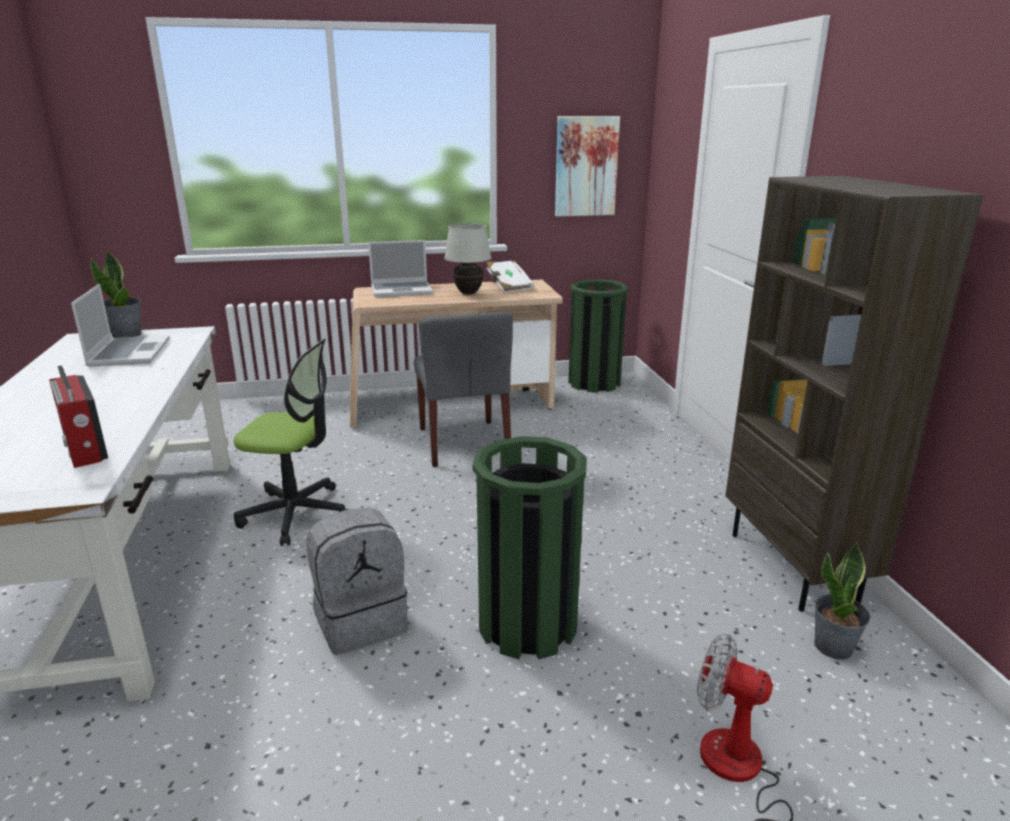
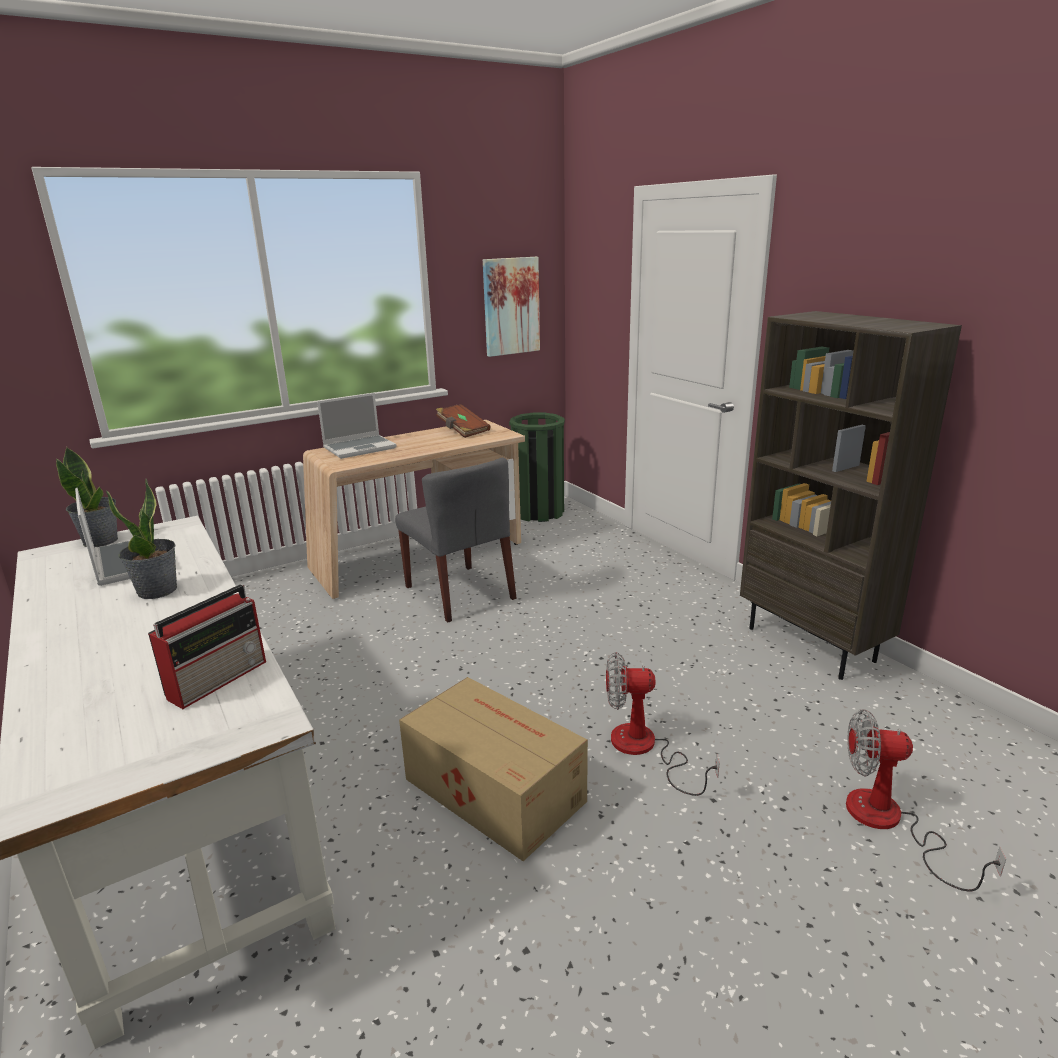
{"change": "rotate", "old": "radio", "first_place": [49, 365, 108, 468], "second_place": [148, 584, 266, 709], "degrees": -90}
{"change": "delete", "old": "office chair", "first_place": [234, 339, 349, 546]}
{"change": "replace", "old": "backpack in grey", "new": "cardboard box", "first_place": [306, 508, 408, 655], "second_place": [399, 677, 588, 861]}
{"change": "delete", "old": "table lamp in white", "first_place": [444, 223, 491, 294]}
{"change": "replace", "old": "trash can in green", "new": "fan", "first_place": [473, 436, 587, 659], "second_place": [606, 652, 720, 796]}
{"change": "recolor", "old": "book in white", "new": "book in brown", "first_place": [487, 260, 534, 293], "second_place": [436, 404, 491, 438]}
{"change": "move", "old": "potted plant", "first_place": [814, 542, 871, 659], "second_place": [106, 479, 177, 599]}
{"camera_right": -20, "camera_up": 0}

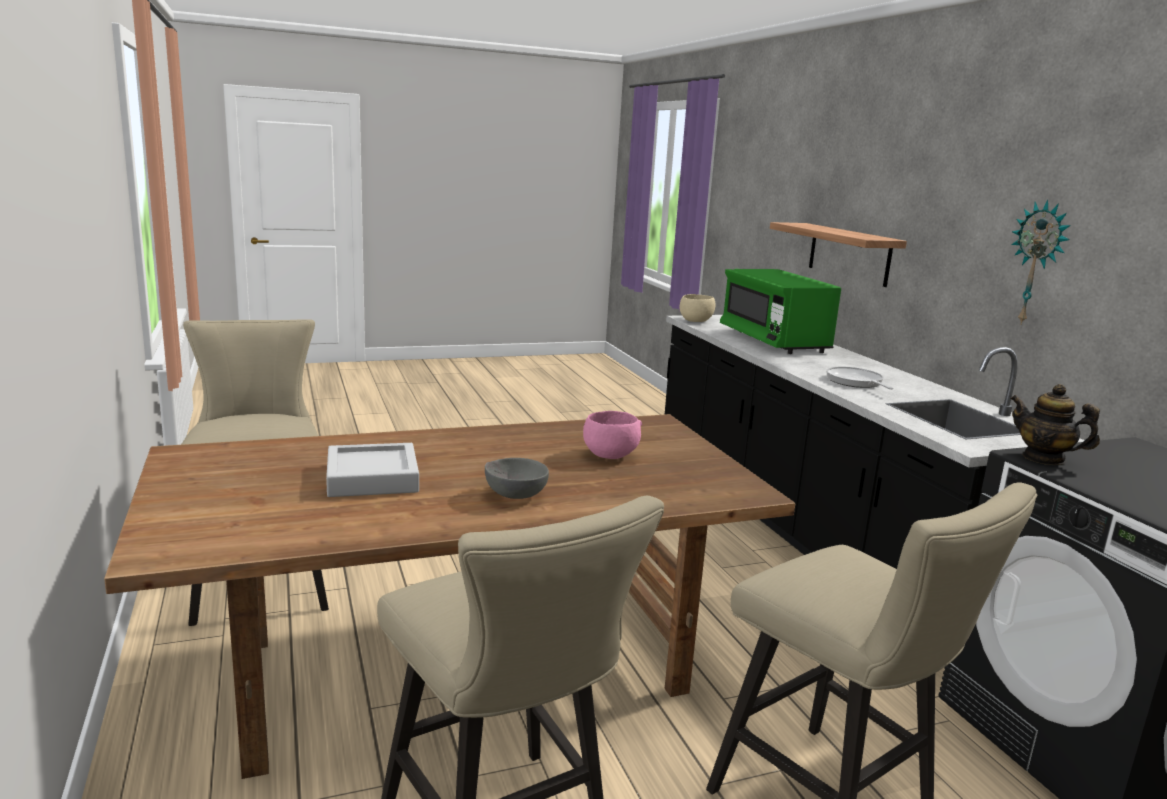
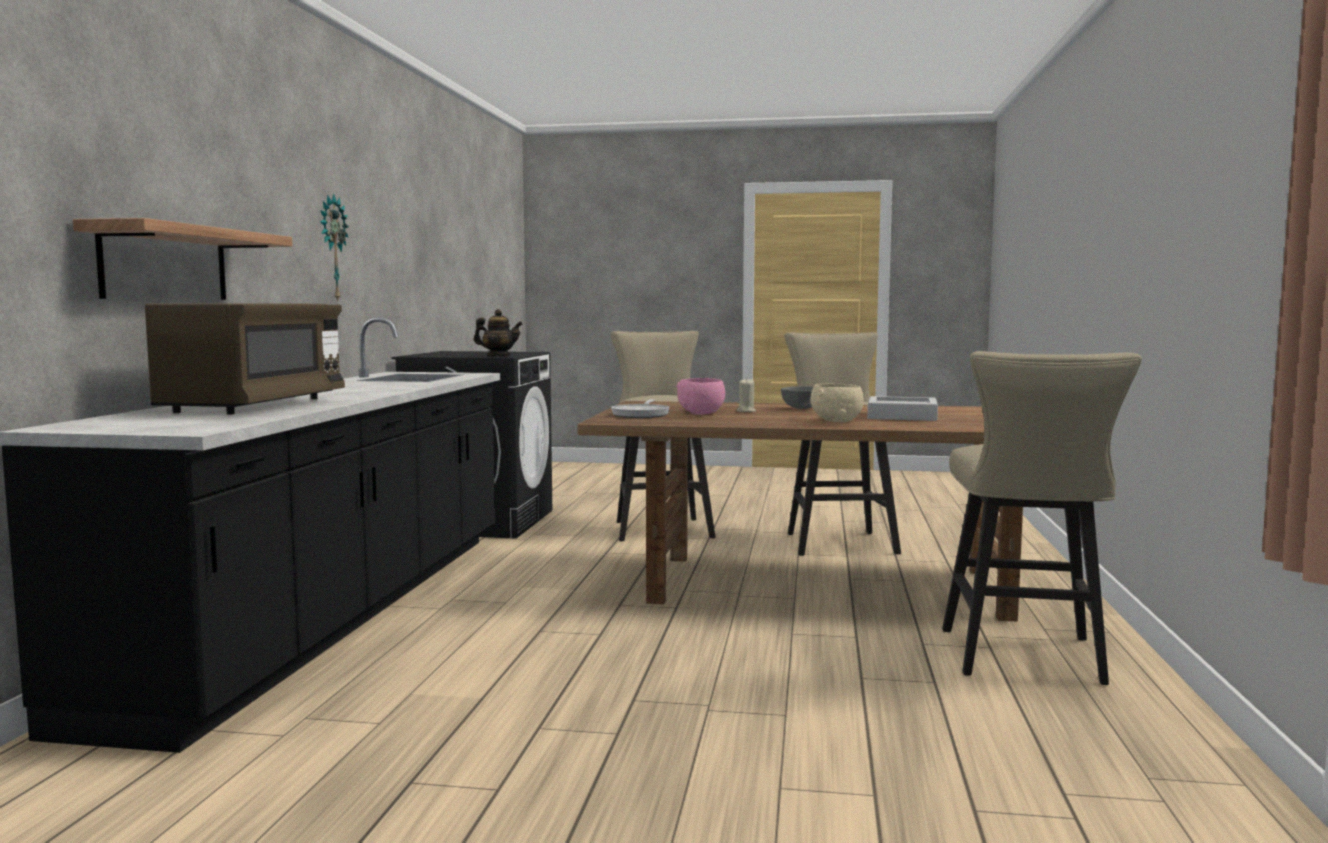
{"change": "move", "old": "bowl in beige", "first_place": [680, 294, 715, 322], "second_place": [811, 383, 864, 423]}
{"change": "recolor", "old": "microwave in green", "new": "microwave in brown", "first_place": [720, 269, 841, 354], "second_place": [145, 303, 345, 415]}
{"change": "move", "old": "frying pan", "first_place": [826, 367, 894, 389], "second_place": [611, 399, 670, 418]}
{"change": "rotate", "old": "teapot", "first_place": [1010, 384, 1100, 465], "second_place": [474, 309, 523, 356], "degrees": -60}
{"change": "insert", "new": "candle in beige", "second_place": [736, 378, 756, 412]}
{"camera_right": -150, "camera_up": -10}

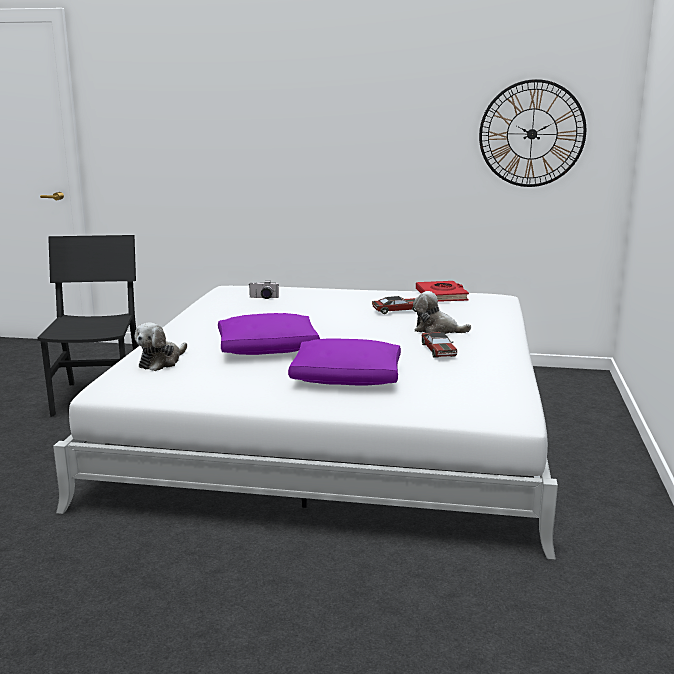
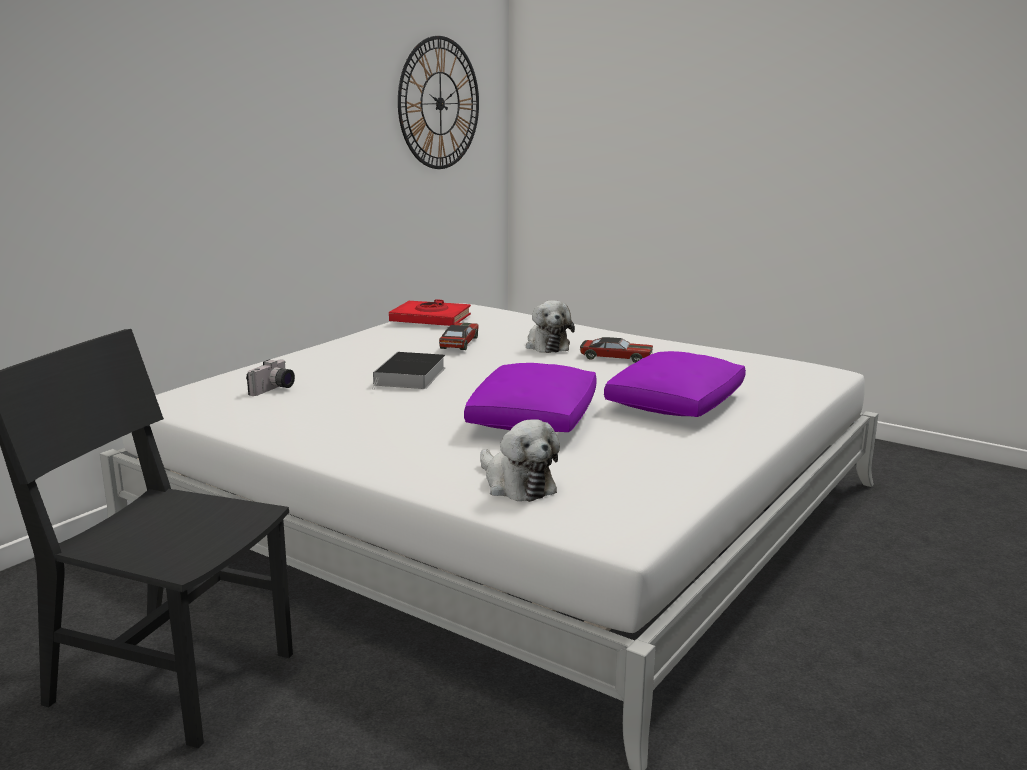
{"change": "rotate", "old": "plush toy", "first_place": [413, 291, 471, 334], "second_place": [526, 300, 575, 353], "degrees": -60}
{"change": "insert", "new": "book", "second_place": [372, 352, 445, 390]}
{"camera_right": -65, "camera_up": 0}

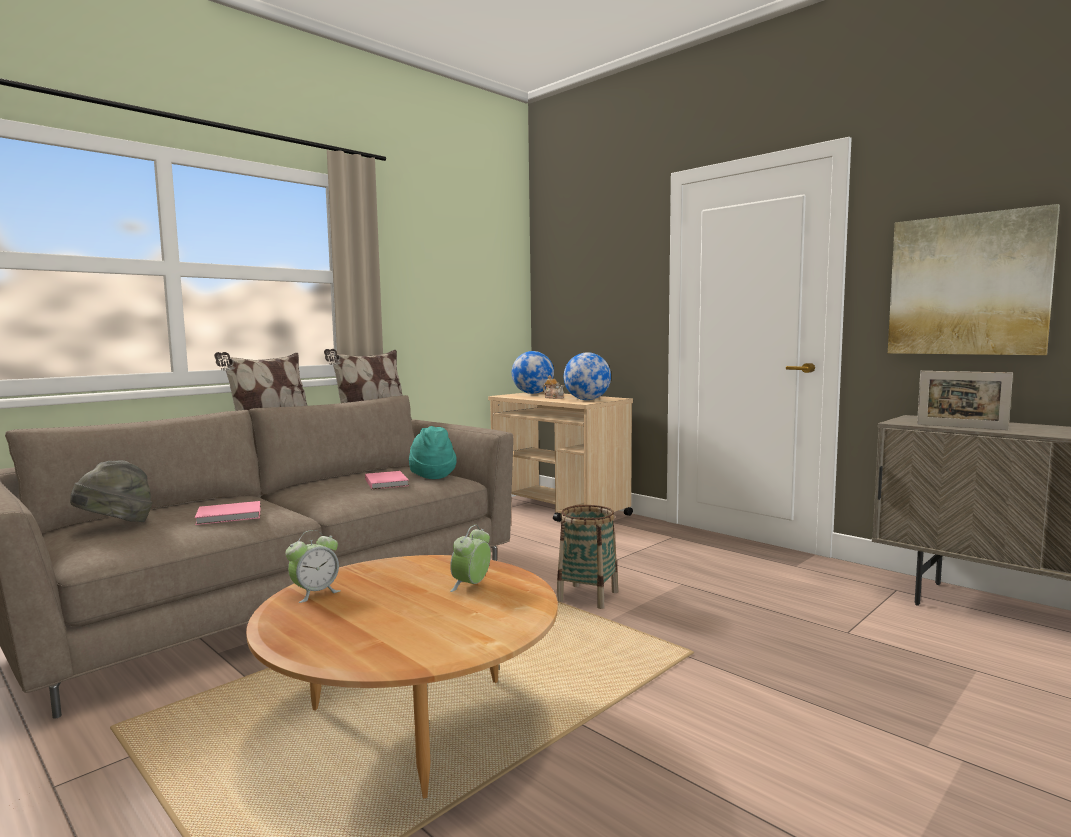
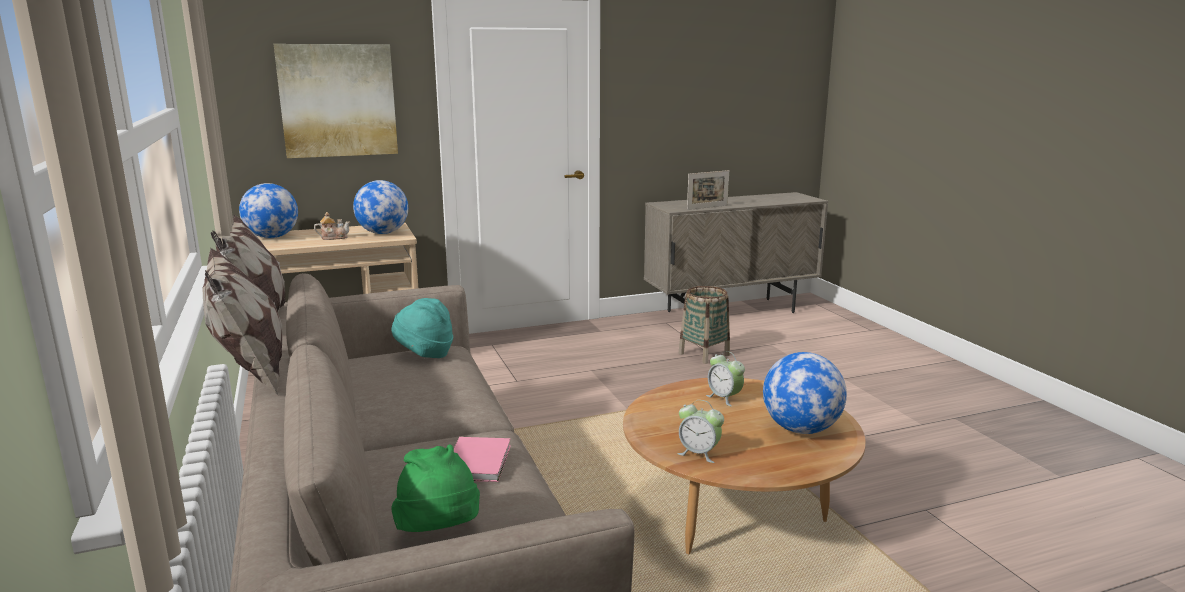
{"change": "recolor", "old": "hat in grey", "new": "hat in green", "first_place": [70, 460, 152, 522], "second_place": [391, 444, 480, 532]}
{"change": "rotate", "old": "alarm clock", "first_place": [285, 530, 341, 603], "second_place": [677, 400, 724, 463], "degrees": 135}
{"change": "delete", "old": "book in pink", "first_place": [365, 471, 409, 489]}
{"change": "move", "old": "basket", "first_place": [557, 505, 618, 609], "second_place": [679, 286, 730, 364]}
{"change": "move", "old": "picture", "first_place": [888, 204, 1060, 355], "second_place": [274, 44, 398, 158]}
{"change": "insert", "new": "globe", "second_place": [763, 352, 847, 434]}
{"camera_right": -65, "camera_up": 10}

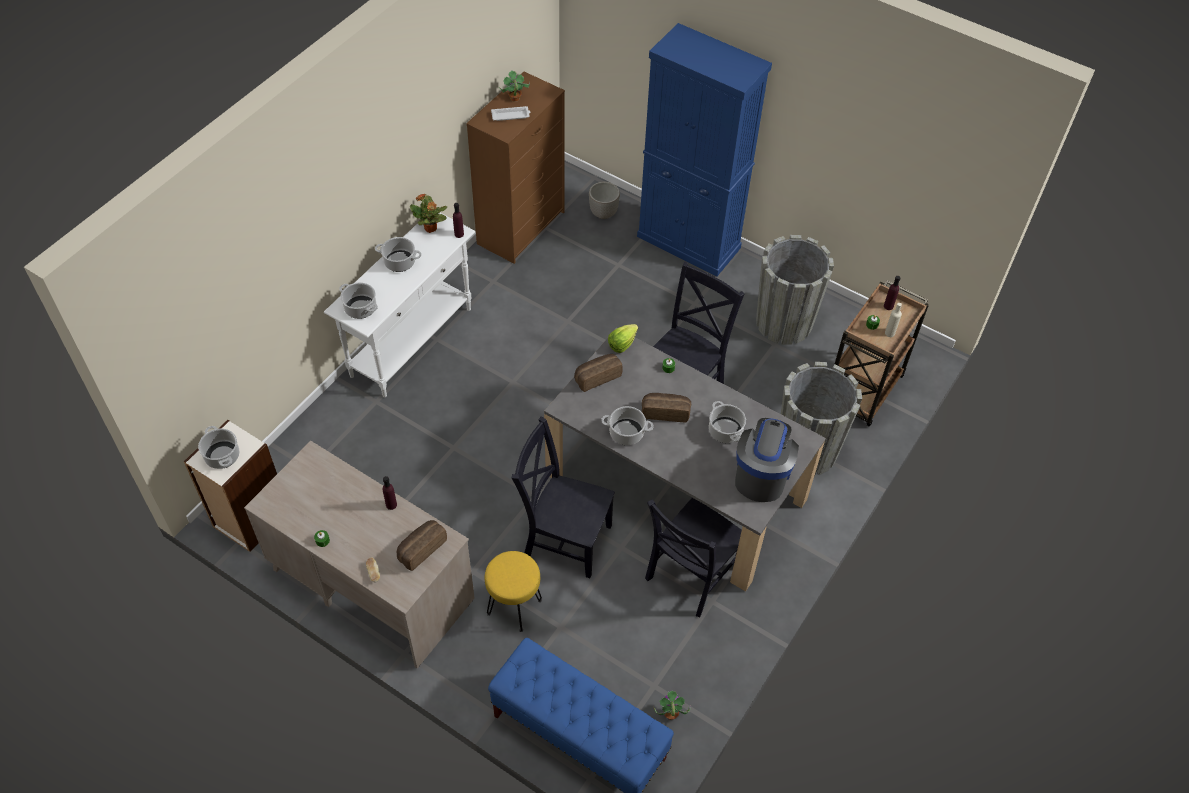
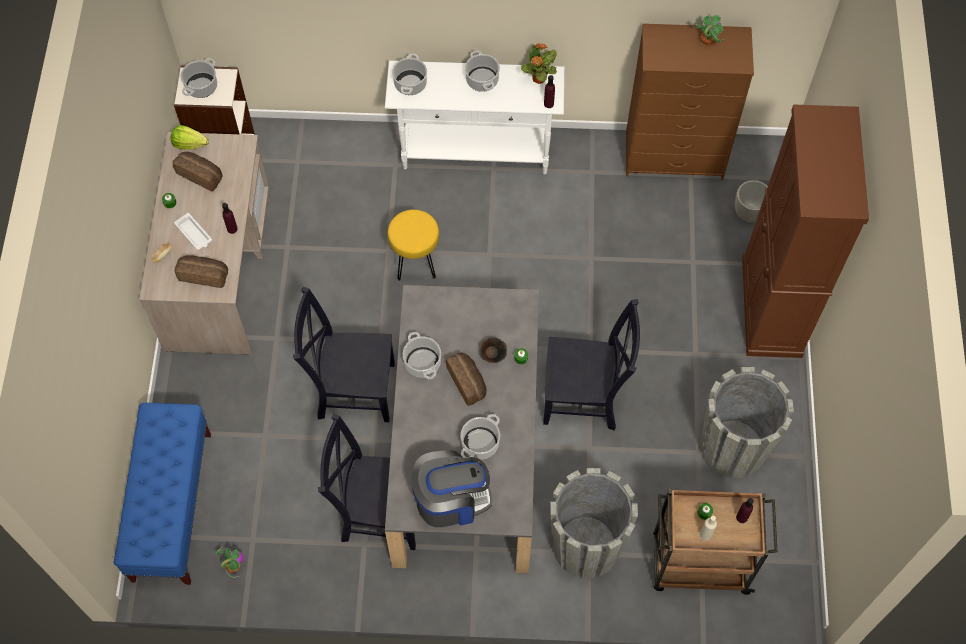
{"change": "move", "old": "stool in yellow", "first_place": [485, 551, 542, 632], "second_place": [388, 209, 439, 281]}
{"change": "move", "old": "tray in white", "first_place": [491, 106, 531, 121], "second_place": [174, 213, 212, 250]}
{"change": "rotate", "old": "chair in black", "first_place": [512, 416, 615, 578], "second_place": [293, 287, 395, 422], "degrees": -75}
{"change": "move", "old": "bread", "first_place": [574, 354, 623, 392], "second_place": [173, 152, 222, 191]}
{"change": "move", "old": "lettuce", "first_place": [608, 324, 638, 353], "second_place": [171, 125, 209, 150]}
{"change": "recolor", "old": "cabinet in blue", "new": "cabinet in brown", "first_place": [637, 23, 772, 276], "second_place": [742, 104, 869, 358]}
{"change": "insert", "new": "bowl in brown", "second_place": [480, 337, 507, 363]}
{"camera_right": 60, "camera_up": 10}

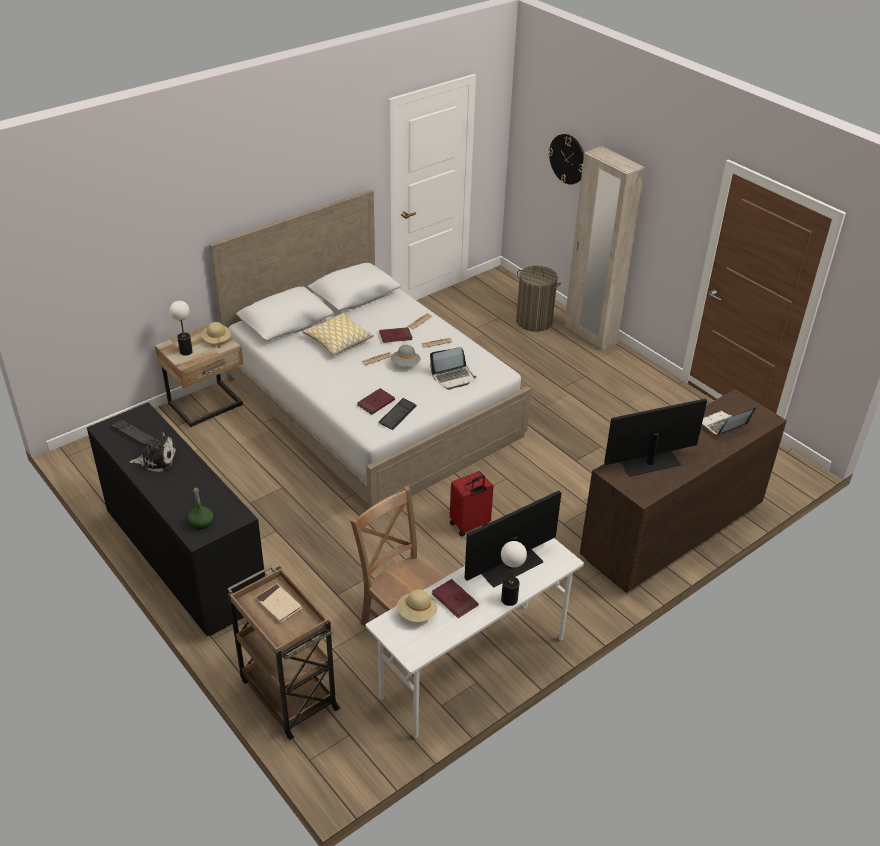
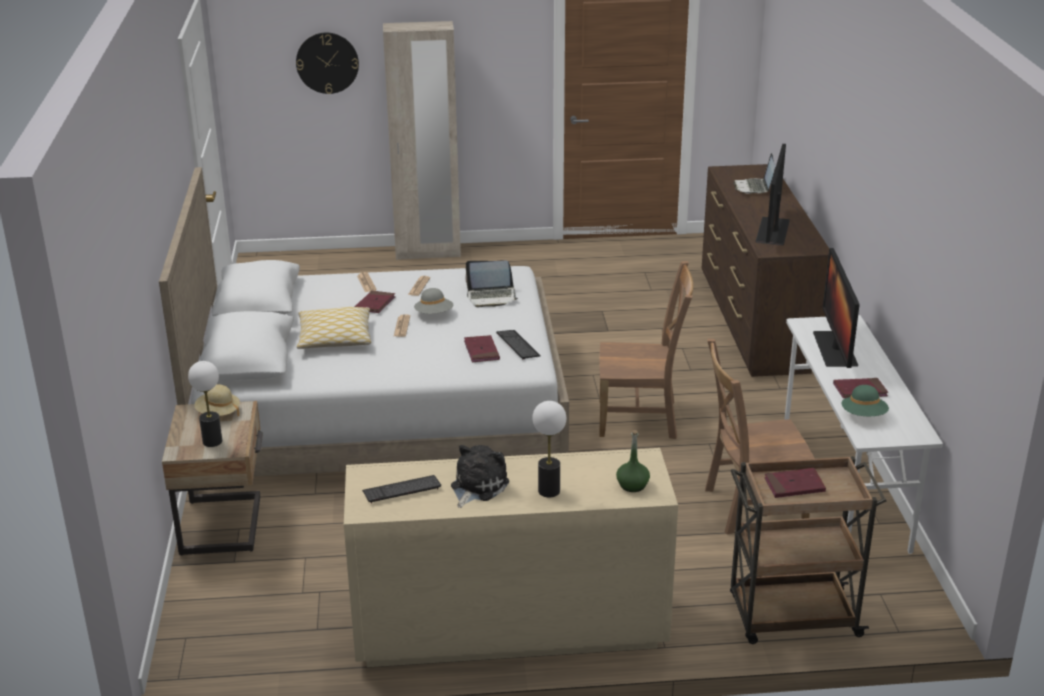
{"change": "recolor", "old": "dresser in black", "new": "dresser in beige", "first_place": [87, 402, 265, 636], "second_place": [344, 448, 678, 667]}
{"change": "recolor", "old": "book in beige", "new": "book in red", "first_place": [255, 584, 302, 623], "second_place": [765, 468, 826, 498]}
{"change": "recolor", "old": "hat in beige", "new": "hat in green", "first_place": [397, 589, 437, 622], "second_place": [842, 385, 889, 416]}
{"change": "rotate", "old": "laptop", "first_place": [430, 347, 476, 390], "second_place": [465, 260, 518, 307], "degrees": 75}
{"change": "replace", "old": "suitcase in red", "new": "chair in brown", "first_place": [450, 471, 494, 537], "second_place": [599, 261, 694, 439]}
{"change": "move", "old": "table lamp", "first_place": [501, 541, 527, 606], "second_place": [532, 401, 566, 498]}
{"change": "delete", "old": "laundry basket", "first_place": [516, 266, 561, 332]}
{"camera_right": -55, "camera_up": -10}

